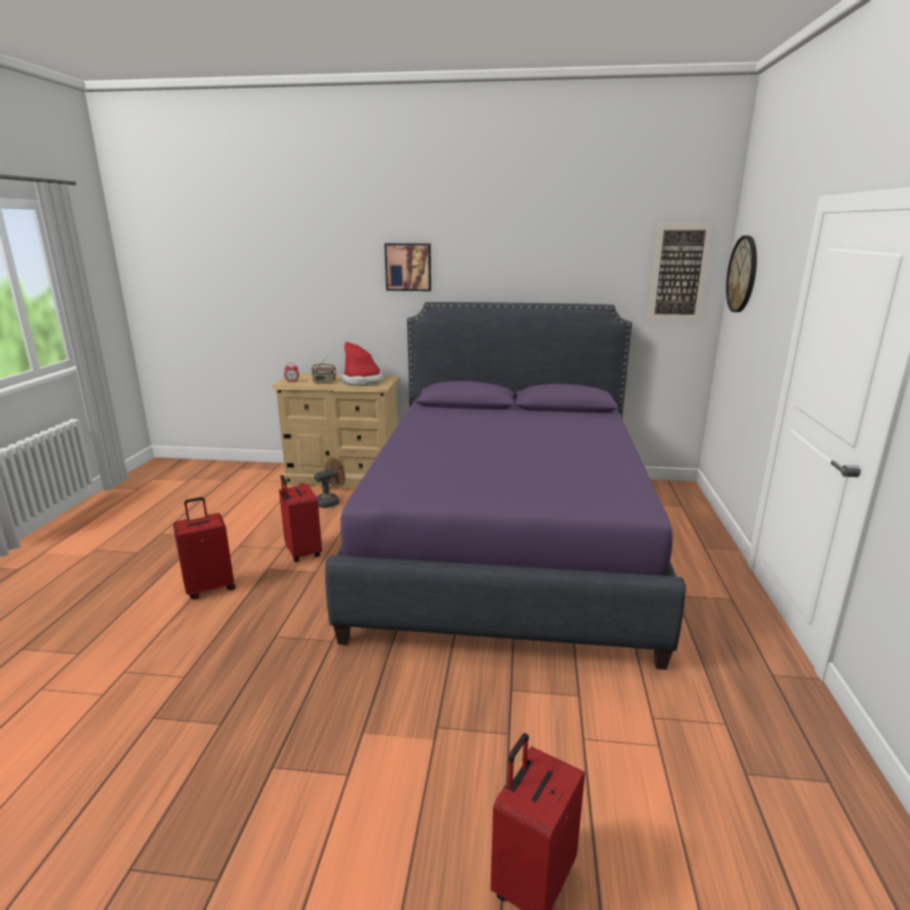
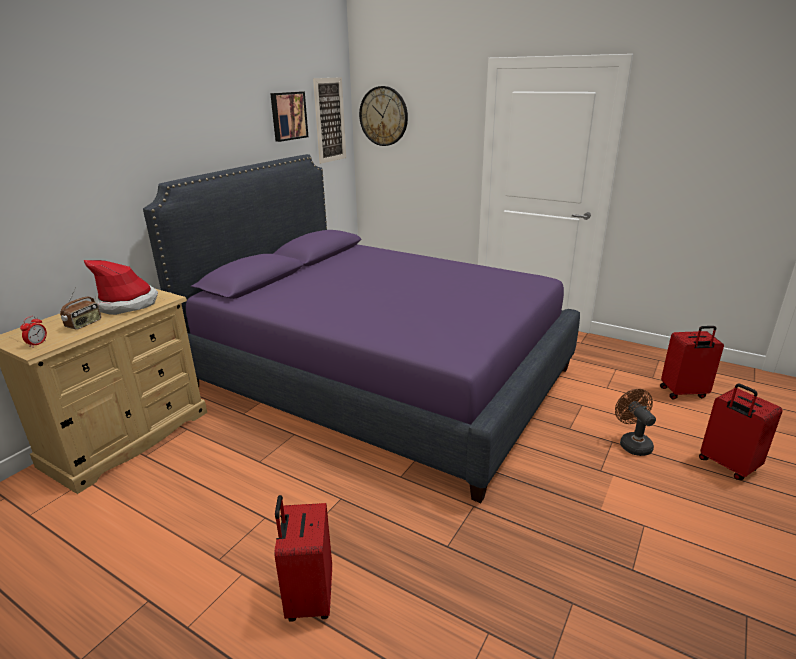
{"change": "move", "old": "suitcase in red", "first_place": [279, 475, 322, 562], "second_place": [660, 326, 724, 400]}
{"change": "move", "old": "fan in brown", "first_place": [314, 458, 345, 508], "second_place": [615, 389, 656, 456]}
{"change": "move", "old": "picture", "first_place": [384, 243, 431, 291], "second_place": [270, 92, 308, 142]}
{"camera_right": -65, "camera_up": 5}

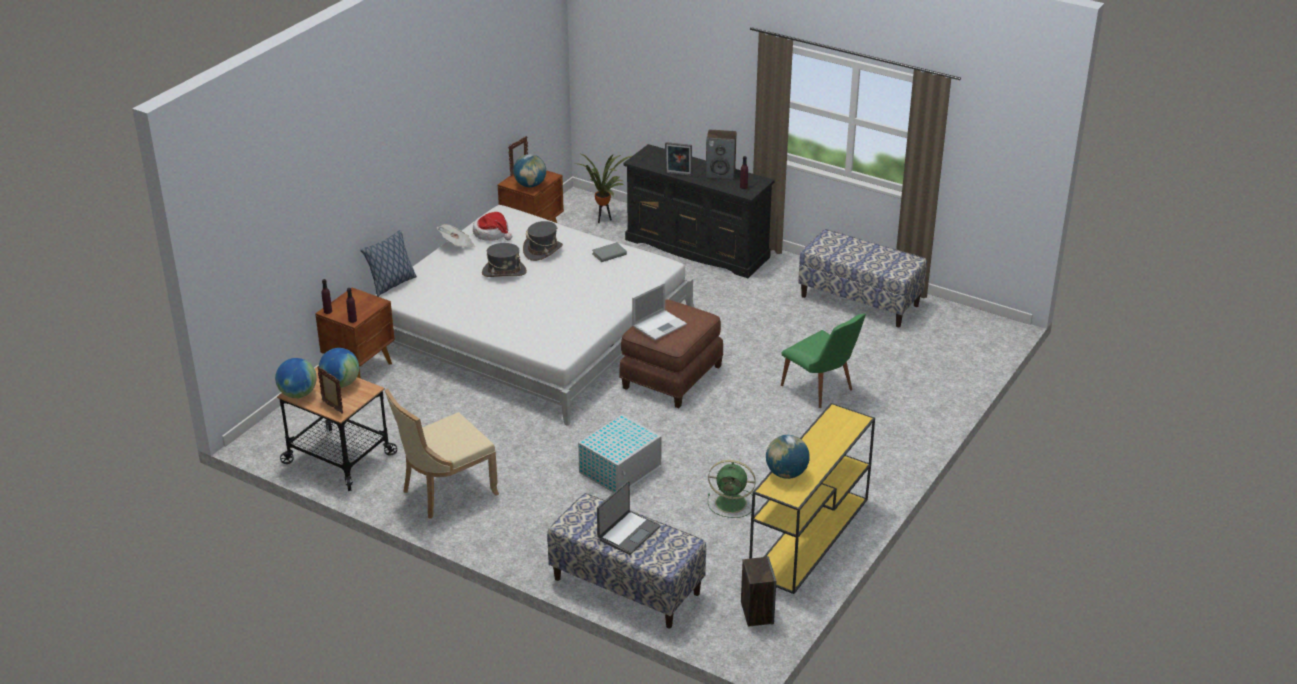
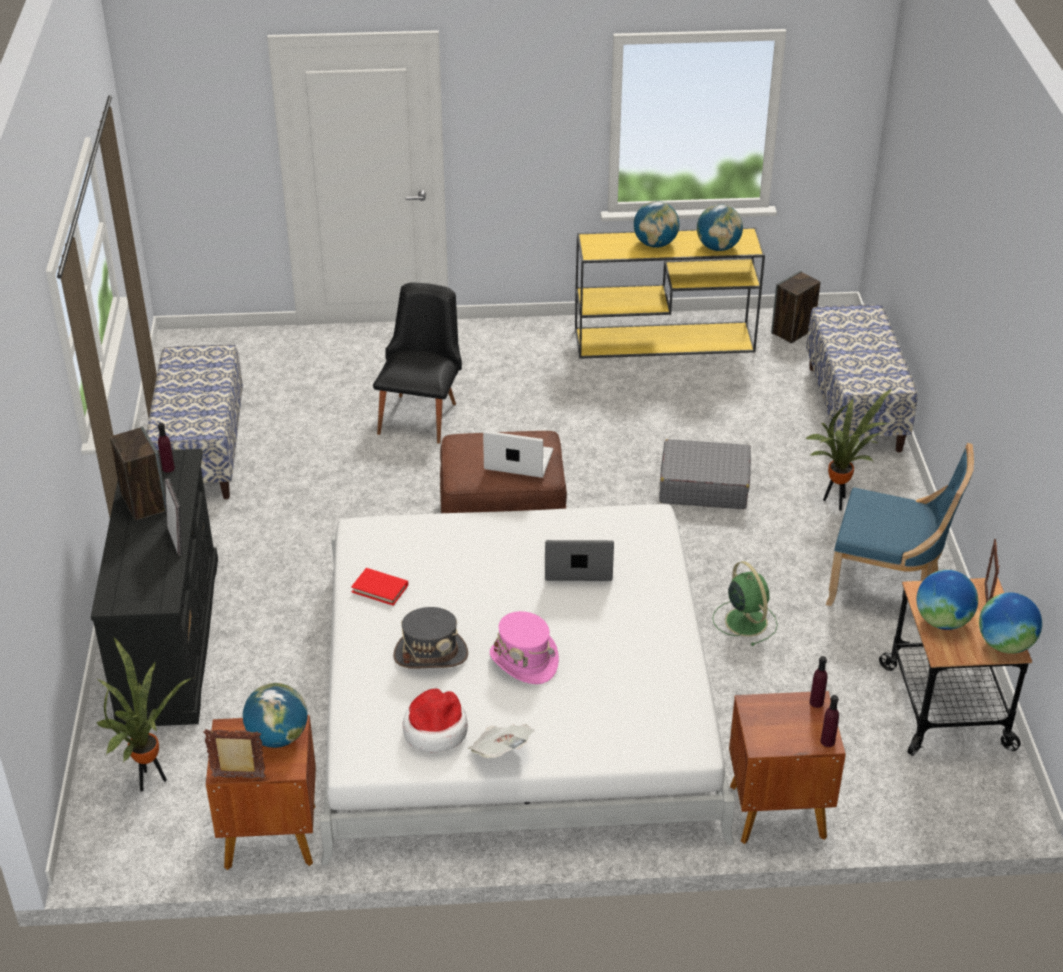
{"change": "delete", "old": "pillow", "first_place": [360, 230, 417, 297]}
{"change": "recolor", "old": "chair in beige", "new": "chair in blue", "first_place": [385, 389, 499, 519], "second_place": [826, 443, 974, 606]}
{"change": "recolor", "old": "hat in grey", "new": "hat in pink", "first_place": [482, 243, 527, 277], "second_place": [490, 611, 559, 684]}
{"change": "replace", "old": "storage box in white", "new": "suitcase in grey", "first_place": [578, 414, 662, 493], "second_place": [659, 439, 751, 509]}
{"change": "recolor", "old": "book in grey", "new": "book in red", "first_place": [592, 242, 627, 262], "second_place": [351, 568, 408, 606]}
{"change": "move", "old": "laptop", "first_place": [597, 481, 661, 555], "second_place": [545, 540, 614, 581]}
{"change": "move", "old": "fan in green", "first_place": [708, 460, 756, 518], "second_place": [712, 561, 778, 646]}
{"change": "recolor", "old": "chair in green", "new": "chair in black", "first_place": [781, 314, 866, 408], "second_place": [373, 282, 462, 444]}
{"change": "insert", "new": "globe", "second_place": [634, 201, 679, 248]}
{"change": "insert", "new": "potted plant", "second_place": [805, 389, 891, 511]}
{"camera_right": -125, "camera_up": 5}

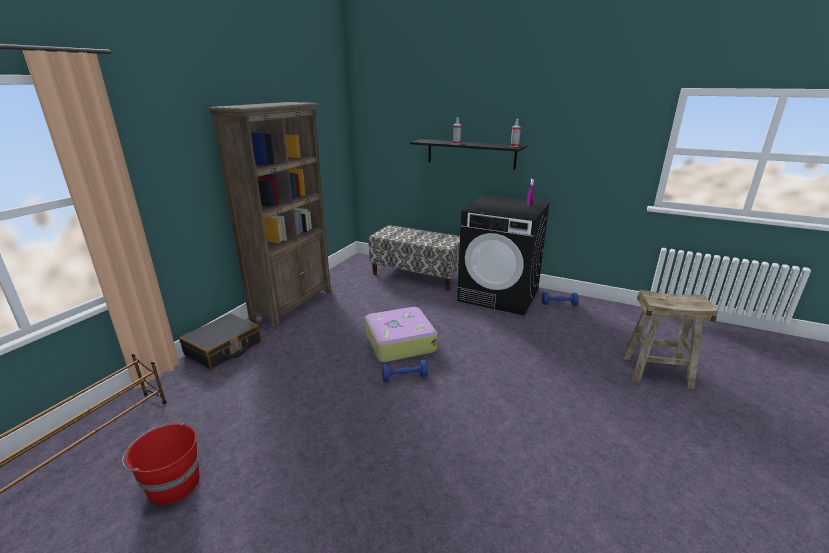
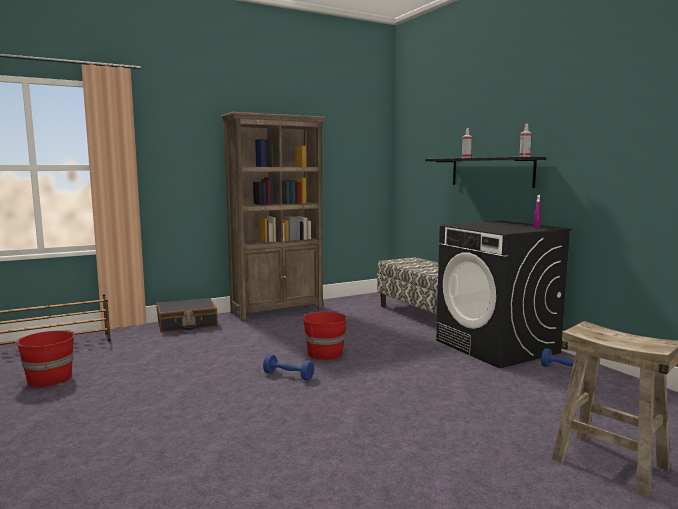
{"change": "replace", "old": "suitcase", "new": "bucket in red", "first_place": [365, 307, 438, 362], "second_place": [303, 312, 349, 360]}
{"camera_right": 35, "camera_up": -15}

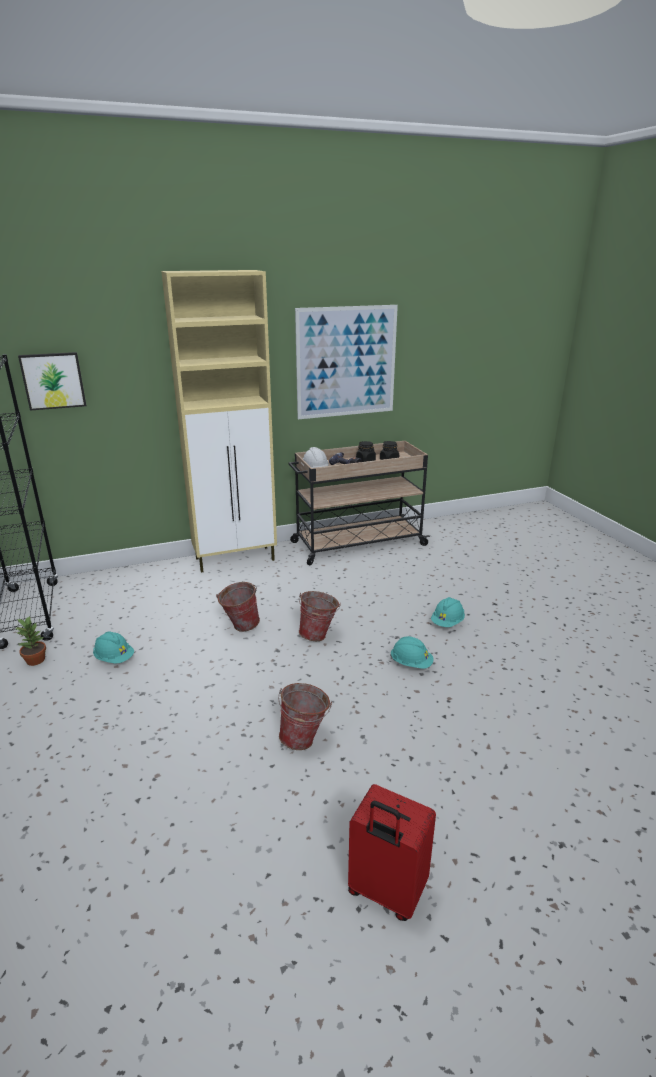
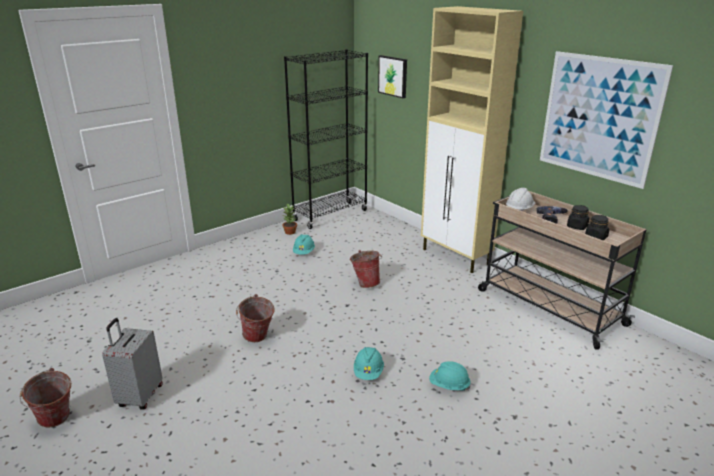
{"change": "move", "old": "bucket", "first_place": [299, 591, 341, 641], "second_place": [20, 368, 71, 427]}
{"change": "recolor", "old": "suitcase in red", "new": "suitcase in grey", "first_place": [348, 784, 436, 921], "second_place": [102, 318, 162, 410]}
{"camera_right": 70, "camera_up": 0}

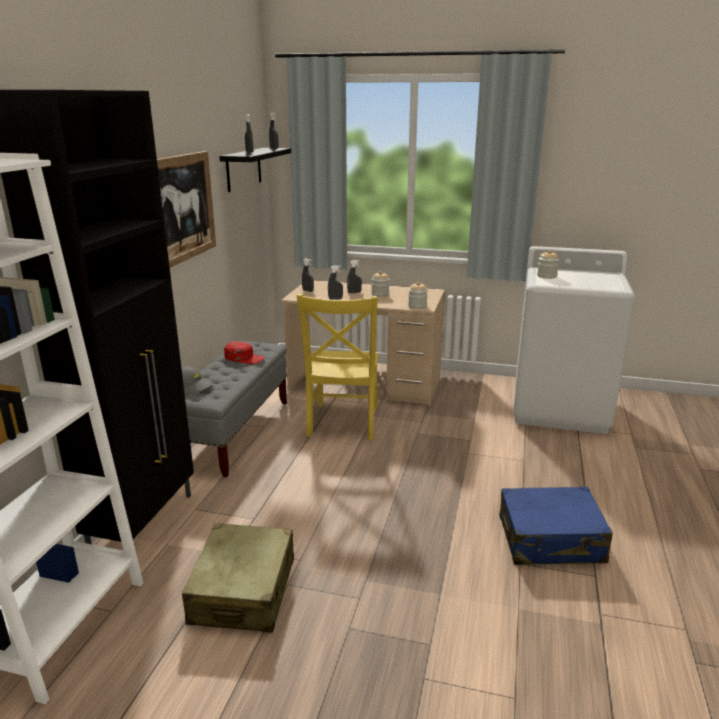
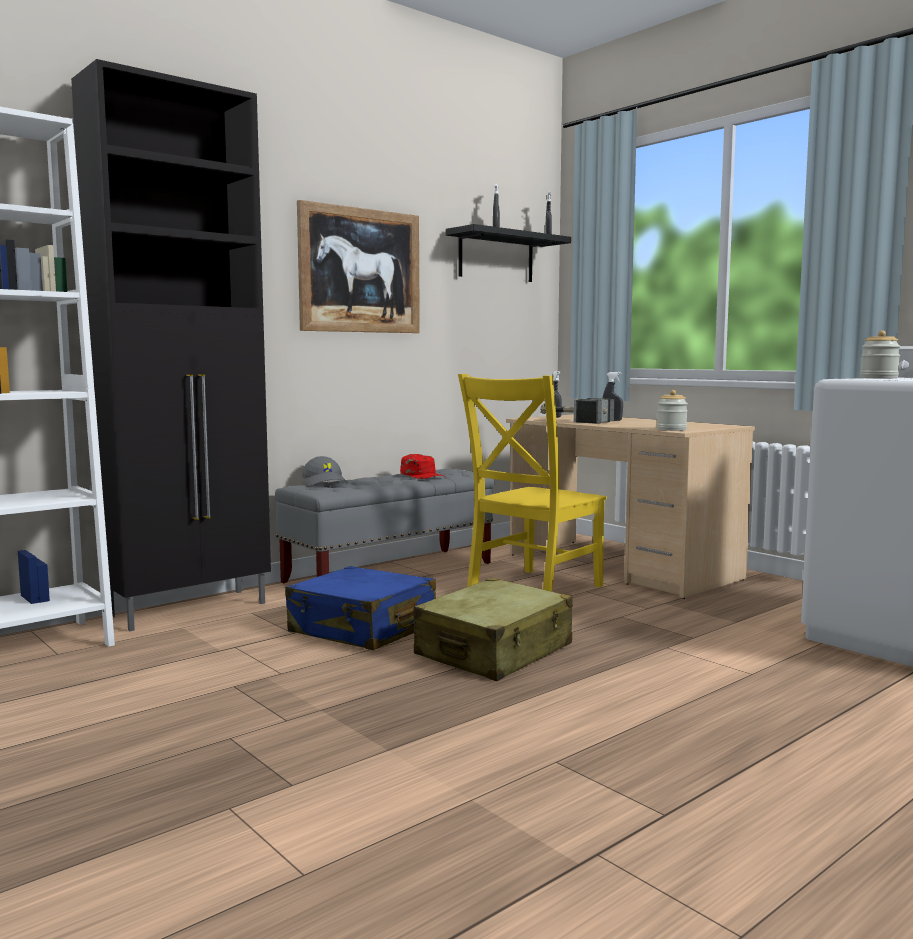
{"change": "move", "old": "suitcase in beige", "first_place": [182, 523, 294, 633], "second_place": [414, 578, 572, 681]}
{"change": "replace", "old": "spray bottle in grey", "new": "hammer", "first_place": [328, 265, 343, 299], "second_place": [540, 398, 614, 424]}
{"change": "delete", "old": "jar", "first_place": [371, 271, 389, 297]}
{"change": "move", "old": "suitcase in blue", "first_place": [499, 487, 613, 565], "second_place": [285, 566, 436, 650]}
{"camera_right": 35, "camera_up": -15}

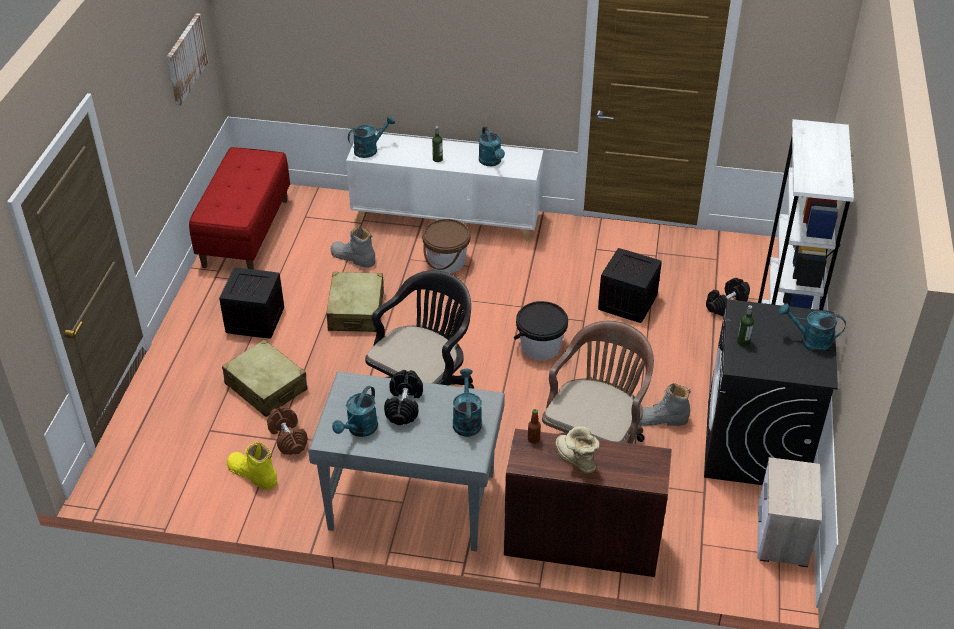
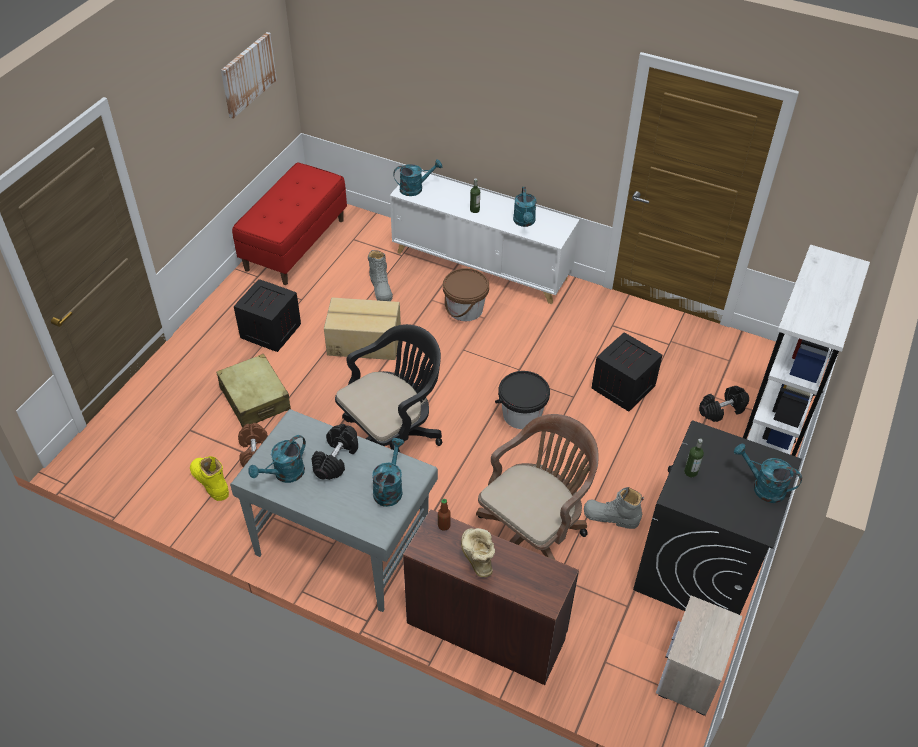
{"change": "replace", "old": "suitcase in beige", "new": "cardboard box", "first_place": [326, 272, 384, 332], "second_place": [324, 298, 401, 360]}
{"change": "rotate", "old": "boot in grey", "first_place": [330, 227, 375, 268], "second_place": [368, 250, 393, 301], "degrees": -150}
{"camera_right": 15, "camera_up": 5}

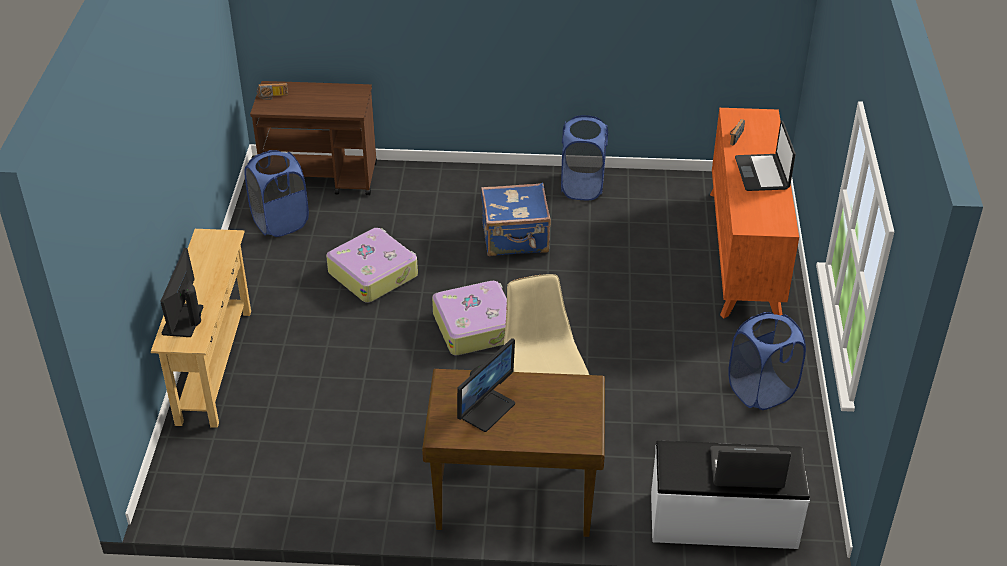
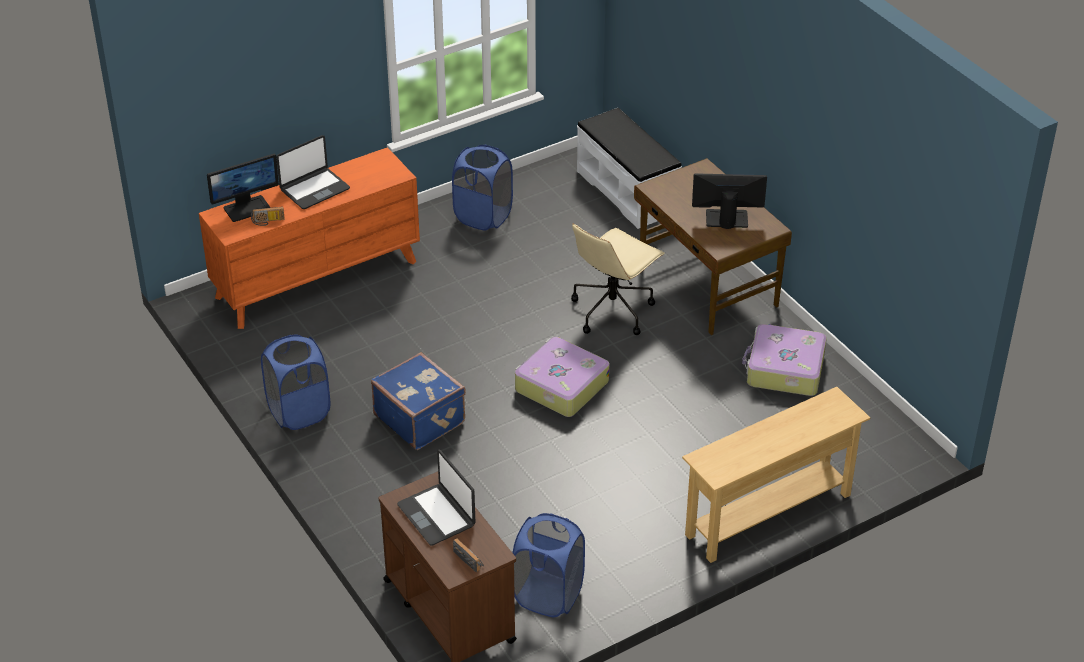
{"change": "move", "old": "monitor", "first_place": [160, 248, 203, 337], "second_place": [207, 154, 279, 222]}
{"change": "move", "old": "suitcase", "first_place": [326, 228, 418, 303], "second_place": [742, 324, 827, 396]}
{"change": "move", "old": "laptop", "first_place": [710, 446, 792, 488], "second_place": [397, 450, 476, 546]}
{"camera_right": -125, "camera_up": 0}

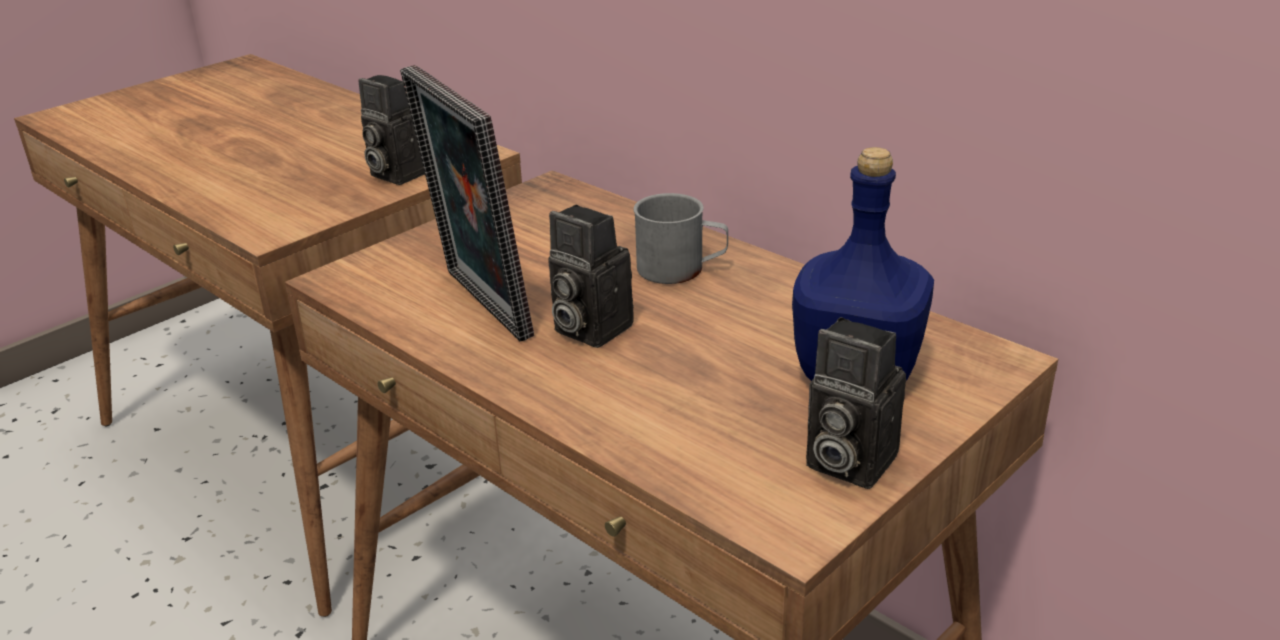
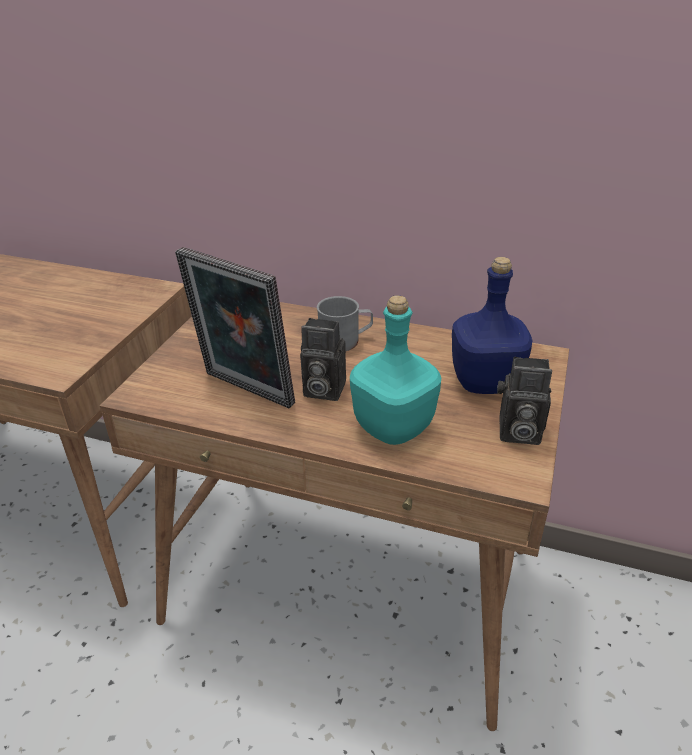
{"change": "delete", "old": "photo camera", "first_place": [358, 75, 425, 185]}
{"change": "insert", "new": "bottle in turquoise", "second_place": [350, 295, 441, 445]}
{"camera_right": -25, "camera_up": 5}

